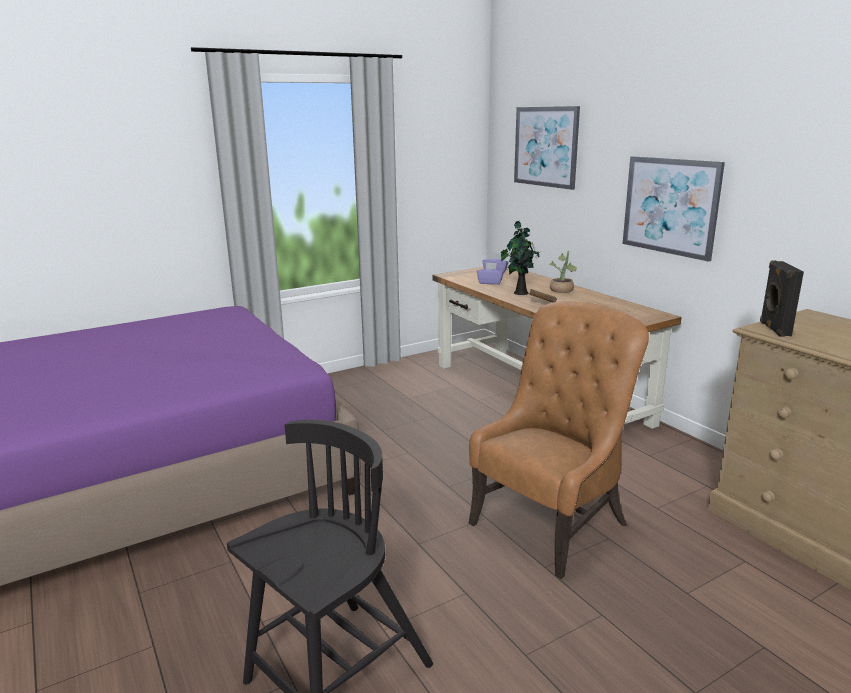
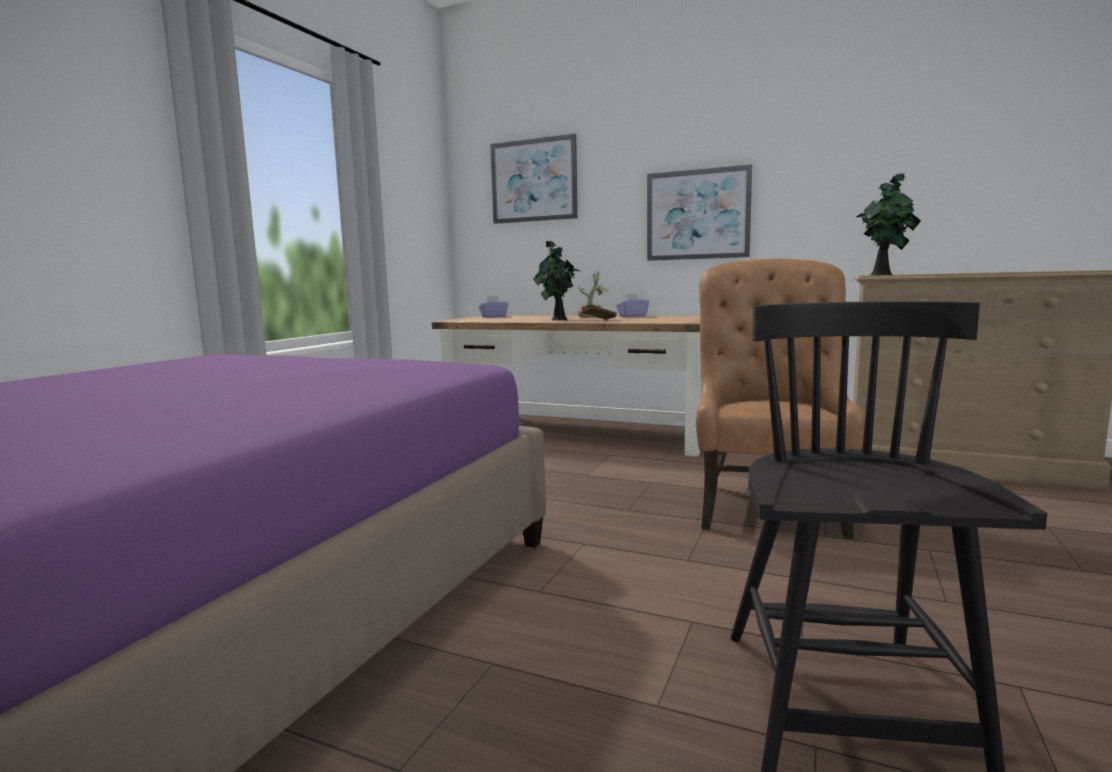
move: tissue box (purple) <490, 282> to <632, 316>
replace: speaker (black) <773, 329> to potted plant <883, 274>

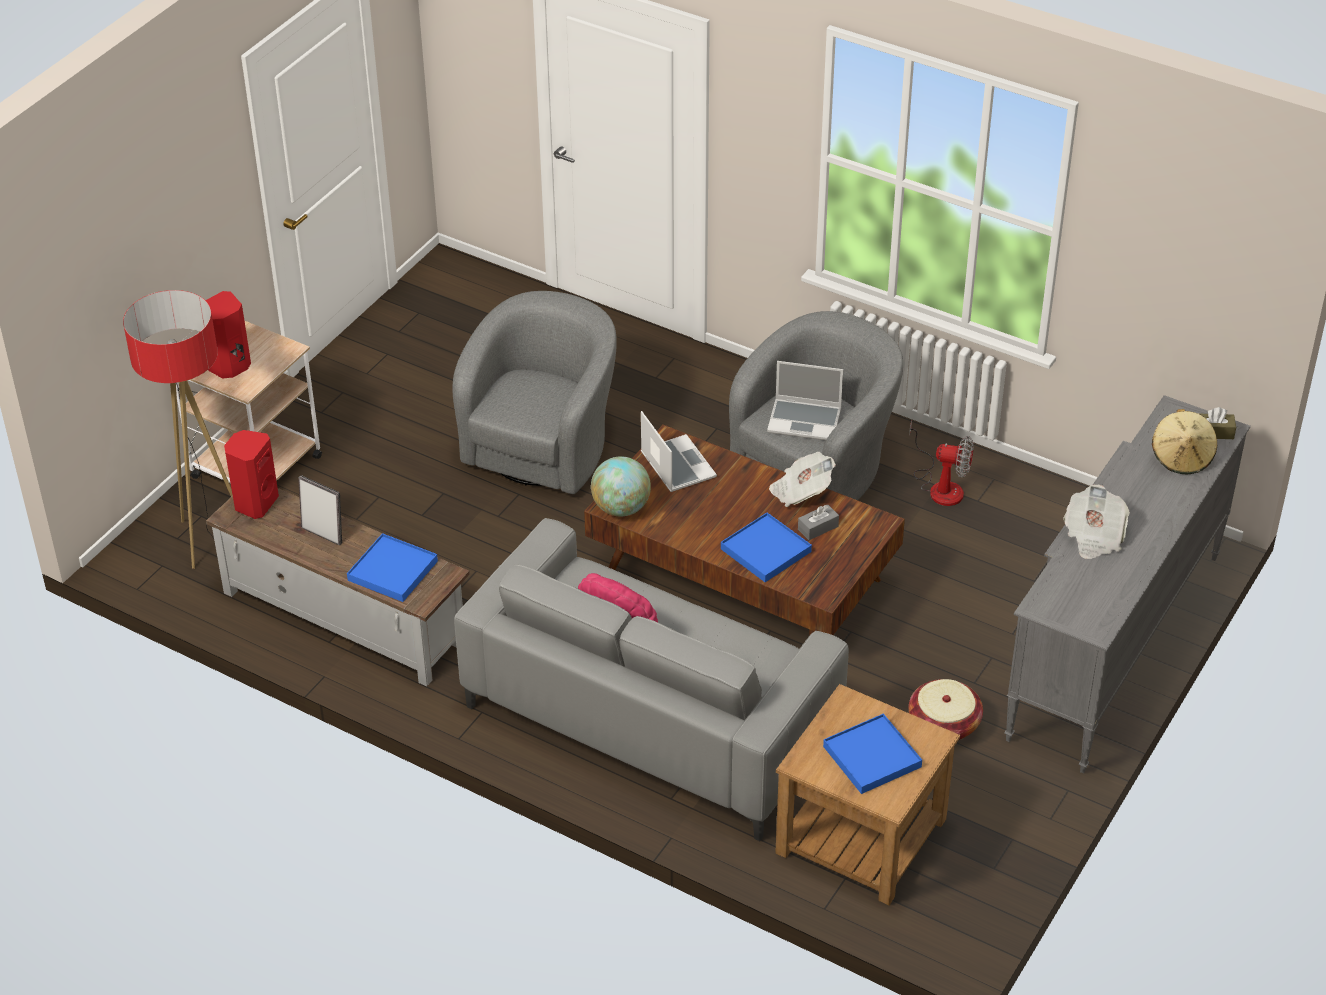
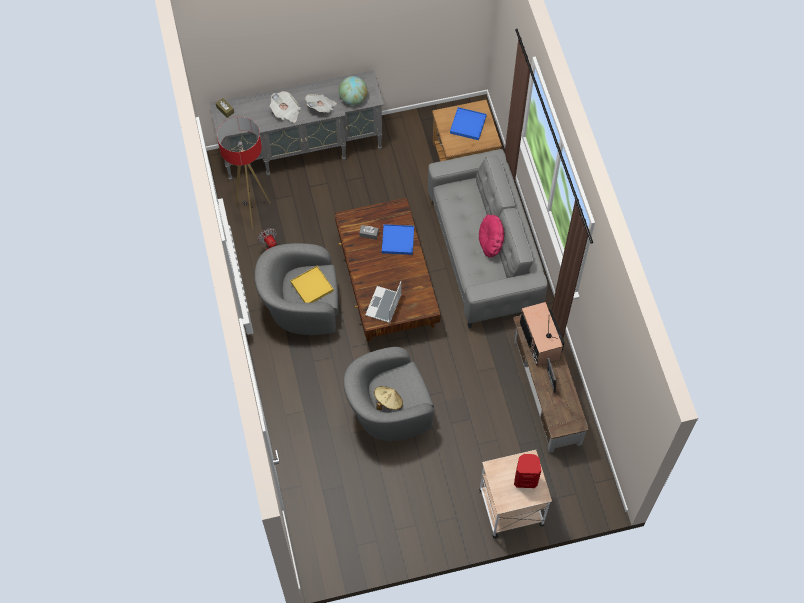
delete: speaker (red) <255, 503>; basket <944, 724>
move: floor lamp <208, 541> to <252, 212>; hat (beige) <1182, 457> to <388, 402>; newspaper <801, 491> to <286, 112>; globe <621, 508> to <353, 99>
replace: laptop <805, 420> to tray (yellow) <311, 286>; tray (blue) <392, 571> to television <541, 340>

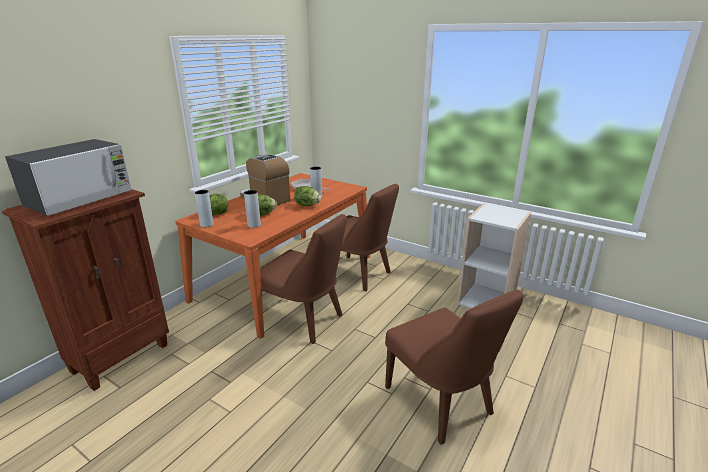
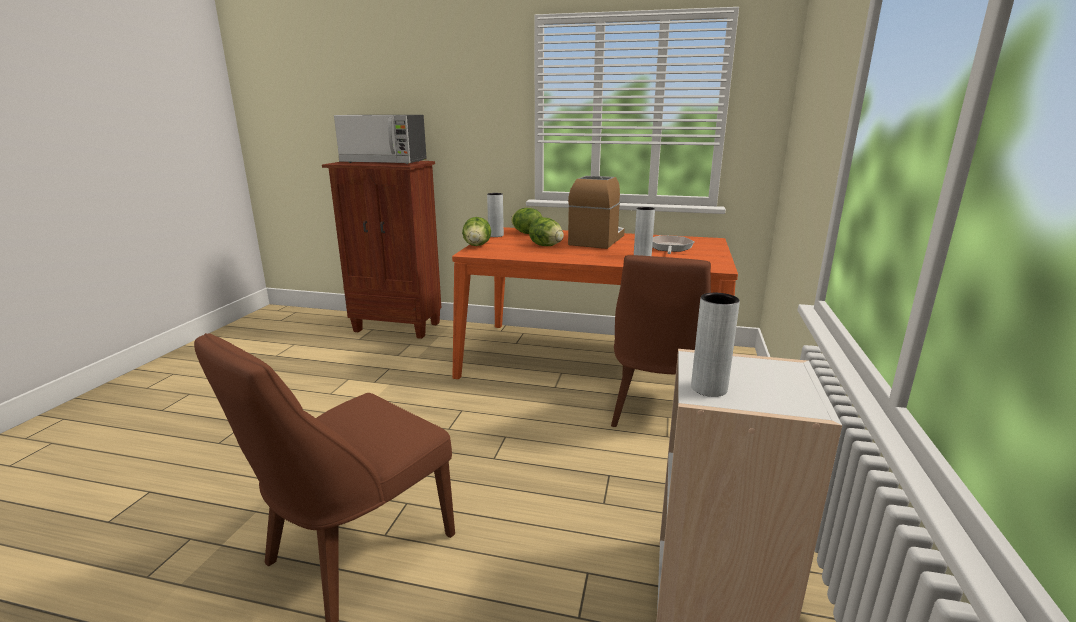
delete: chair (brown) <304, 320>
move: lettuce <307, 205> to <477, 245>; vase (grey) <254, 225> to <709, 388>

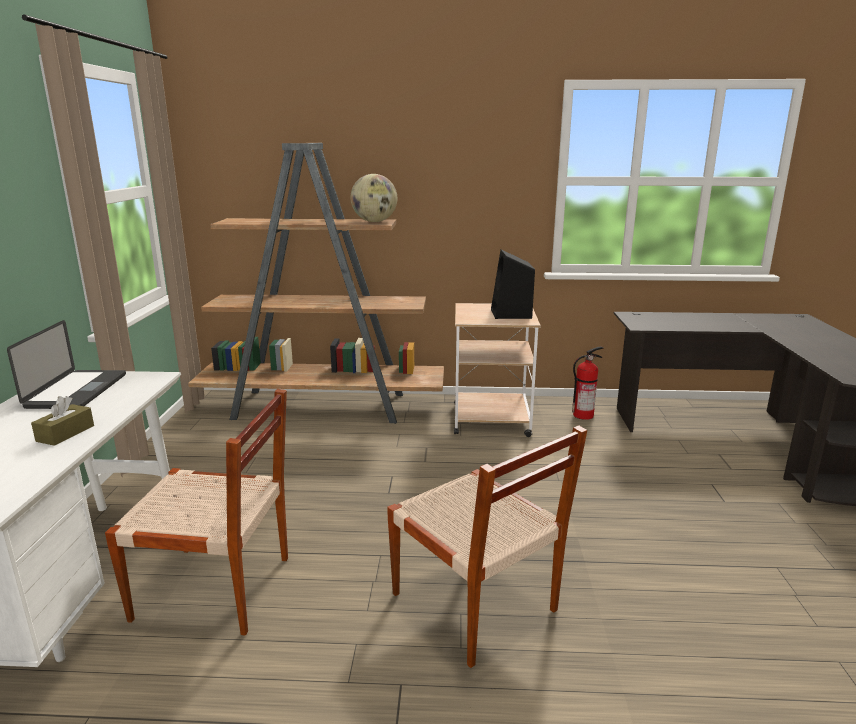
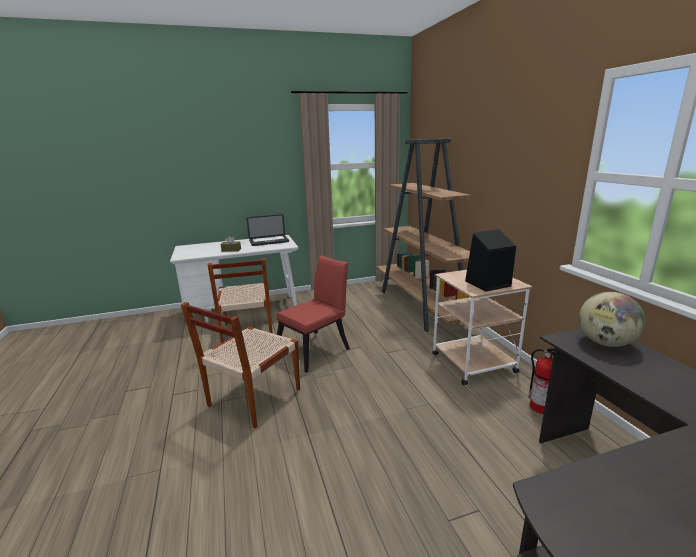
insert: chair (red) <316, 349>
move: globe <374, 221> to <605, 343>

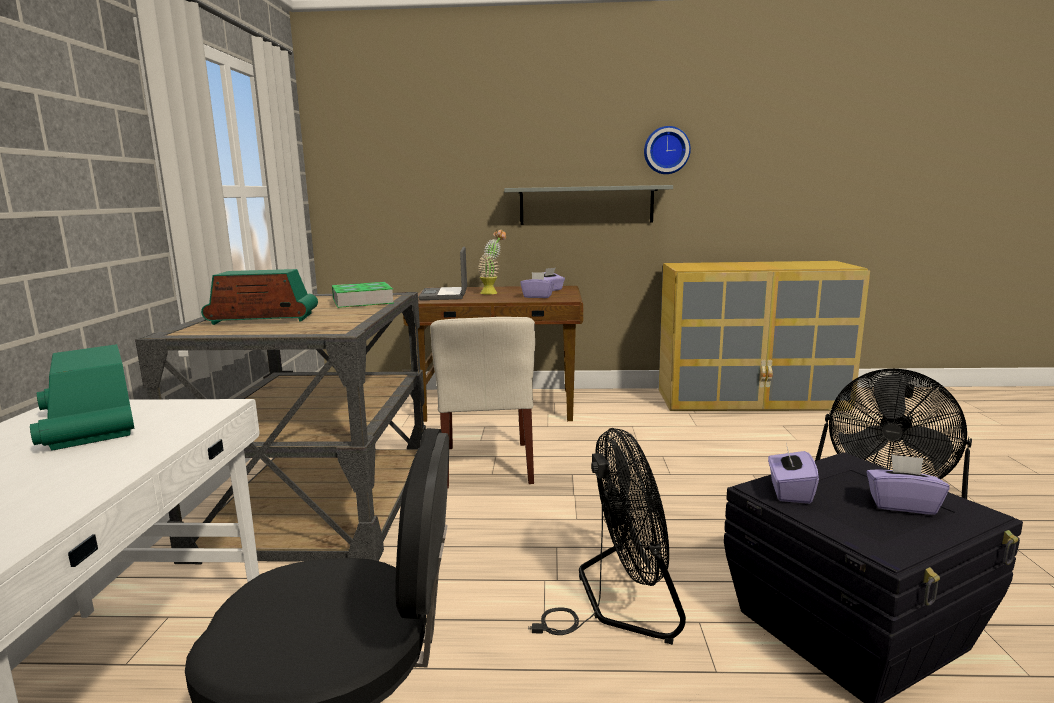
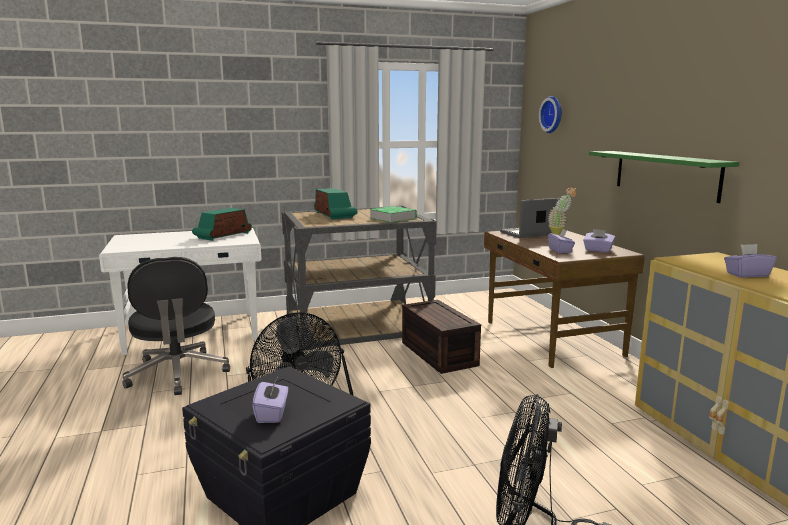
move: wall clock <666, 150> to <553, 114>; tissue box (purple) <789, 492> to <747, 274>
replace: chair (beige) <488, 465> to storage box (brown) <437, 353>
recolor: shelf (grey) <586, 205> to shelf (green) <665, 174>

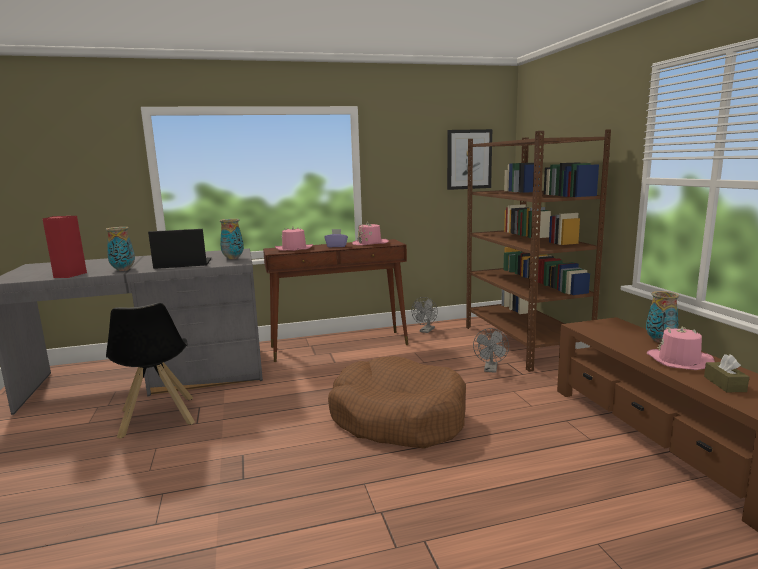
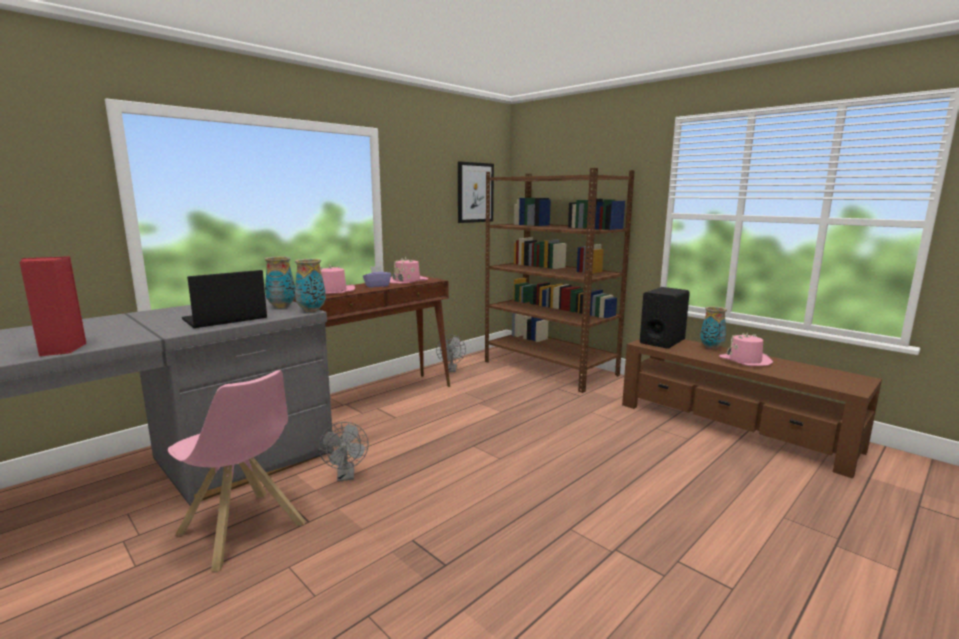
delete: tissue box (brown) <724, 384>; dog bed (brown) <398, 417>
insert: speaker (black) <662, 341>
move: vase <123, 270> to <311, 310>; fan (grey) <491, 370> to <346, 476>
recolor: chair (black) <157, 418> to chair (pink) <243, 530>

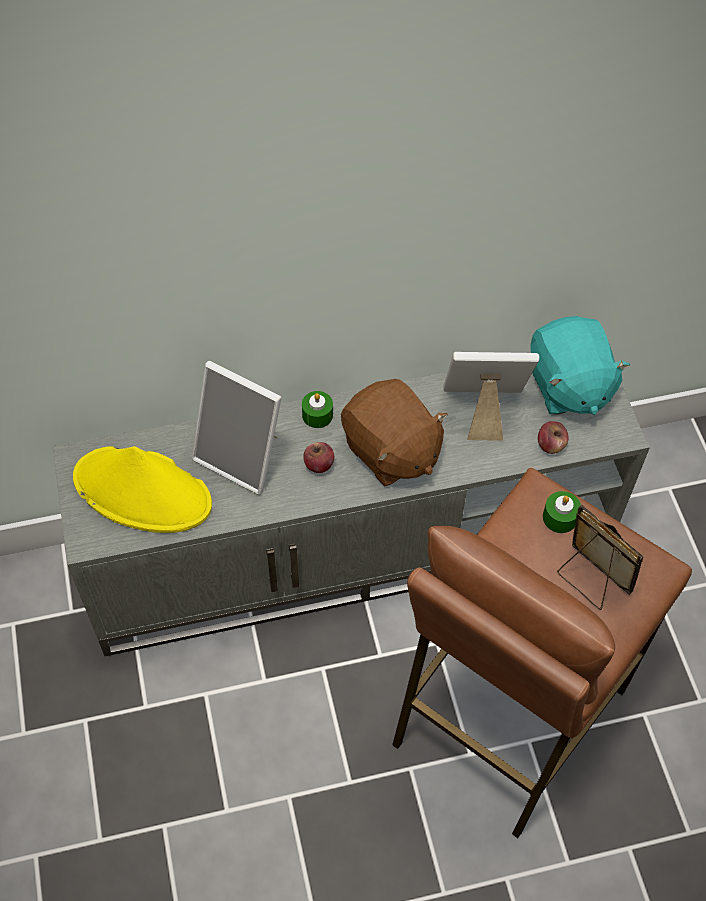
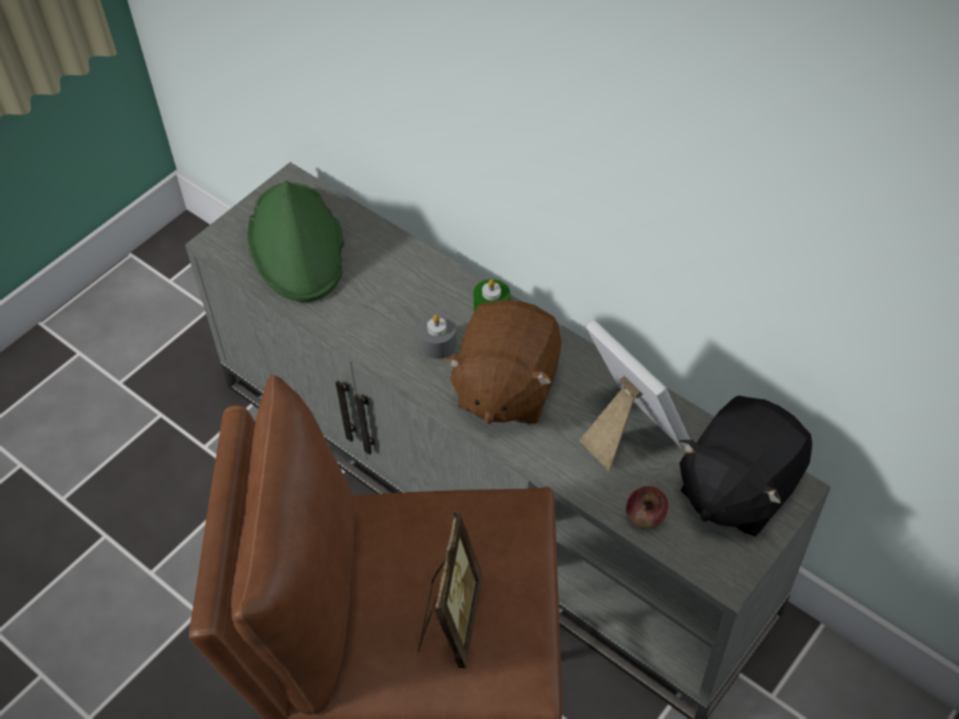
delete: picture frame <243, 456>; candle (green) <560, 517>
replace: apple <319, 464> to candle (grey) <438, 344>
recolor: plush toy (turquoise) <568, 386> to plush toy (black) <736, 488>; hat (yellow) <143, 491> to hat (green) <297, 244>

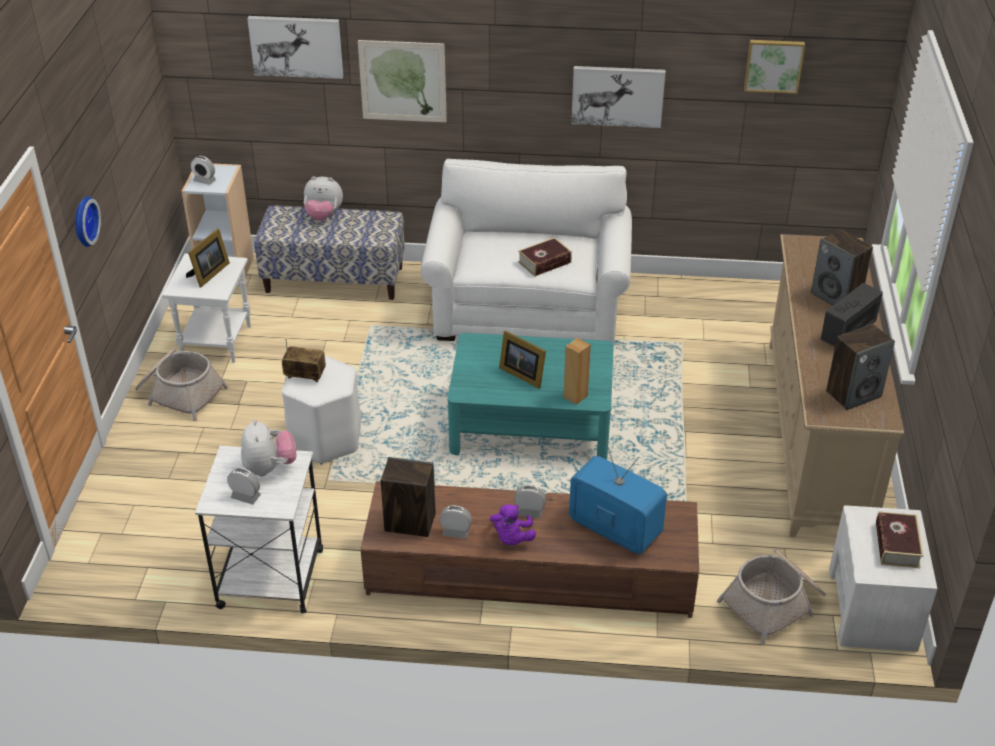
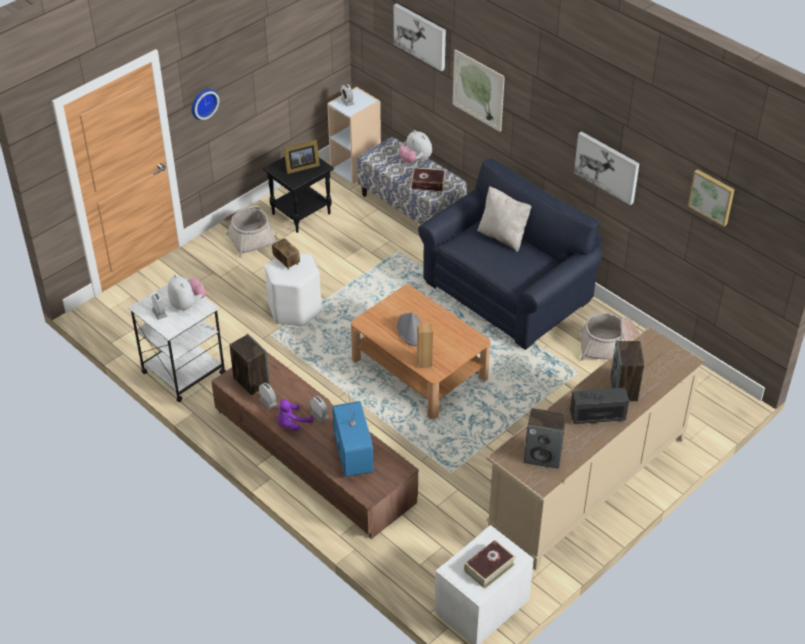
insert: pillow (beige) <503, 236>
move: book <544, 262> to <428, 183>; basket <774, 603> to <610, 348>
replace: picture frame <522, 374> to hat (grey) <411, 330>
recolor: sofa (white) <529, 309> to sofa (blue) <507, 293>; side table (white) <215, 341> to side table (black) <301, 213>; coffee table (turquoise) <531, 423> to coffee table (brown) <419, 368>
rotate: plush toy <269, 468> = <187, 304> 60 degrees counterclockwise

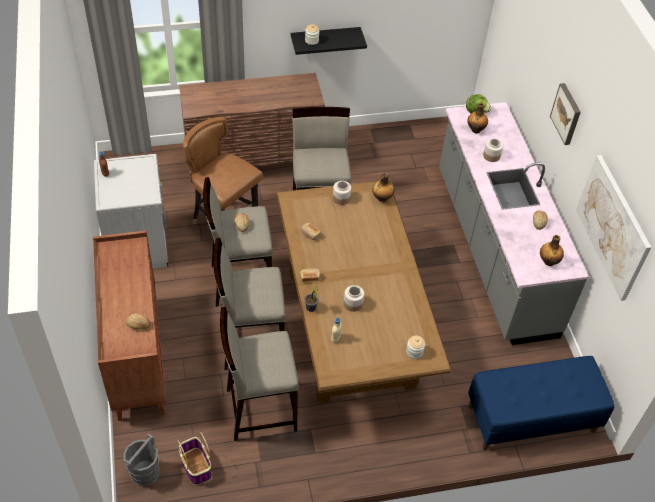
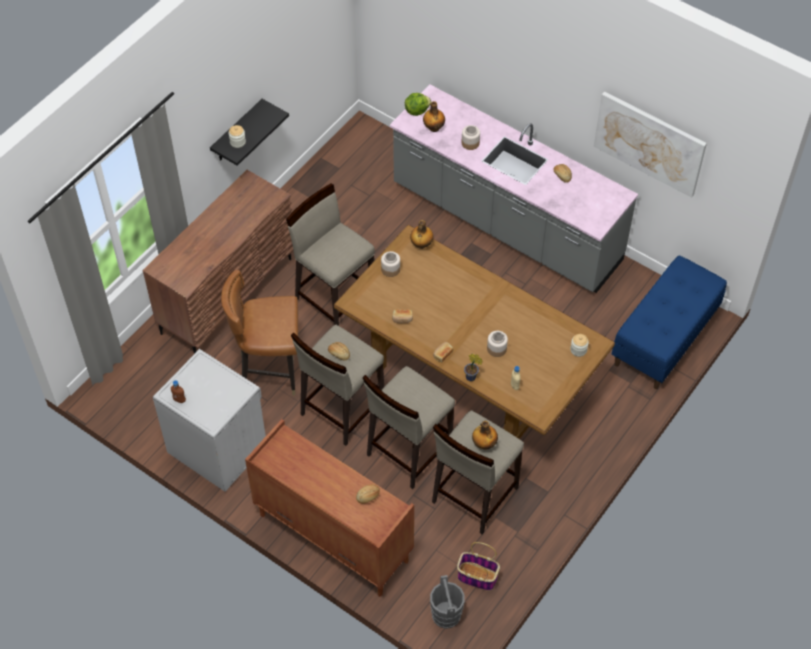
delete: picture <567, 114>
move: bottle <548, 261> to <484, 444>

